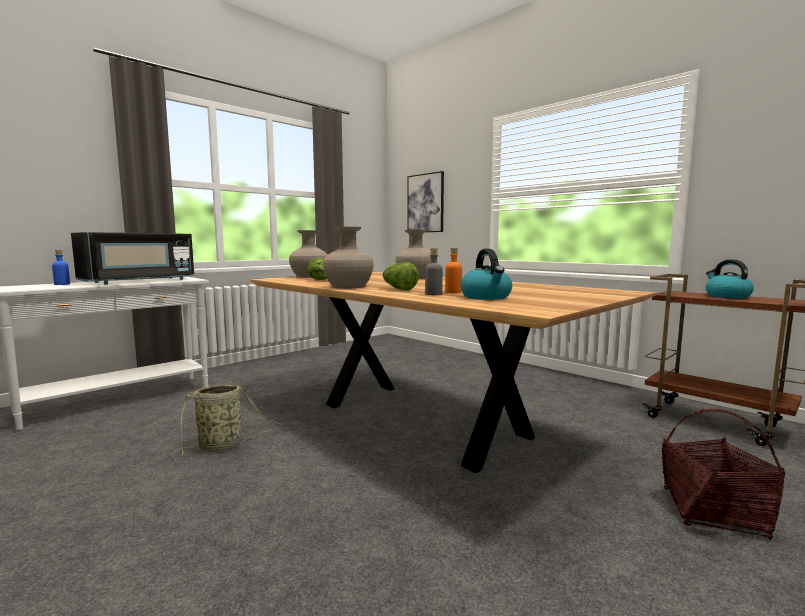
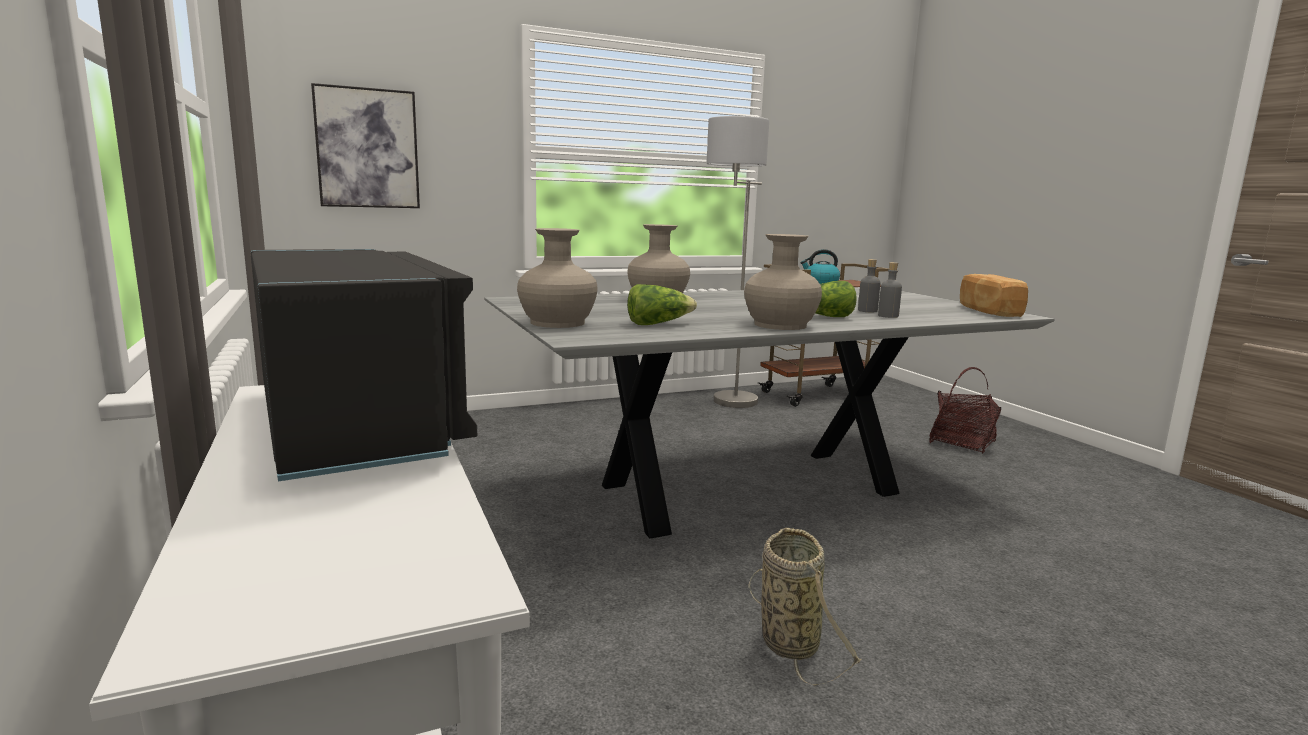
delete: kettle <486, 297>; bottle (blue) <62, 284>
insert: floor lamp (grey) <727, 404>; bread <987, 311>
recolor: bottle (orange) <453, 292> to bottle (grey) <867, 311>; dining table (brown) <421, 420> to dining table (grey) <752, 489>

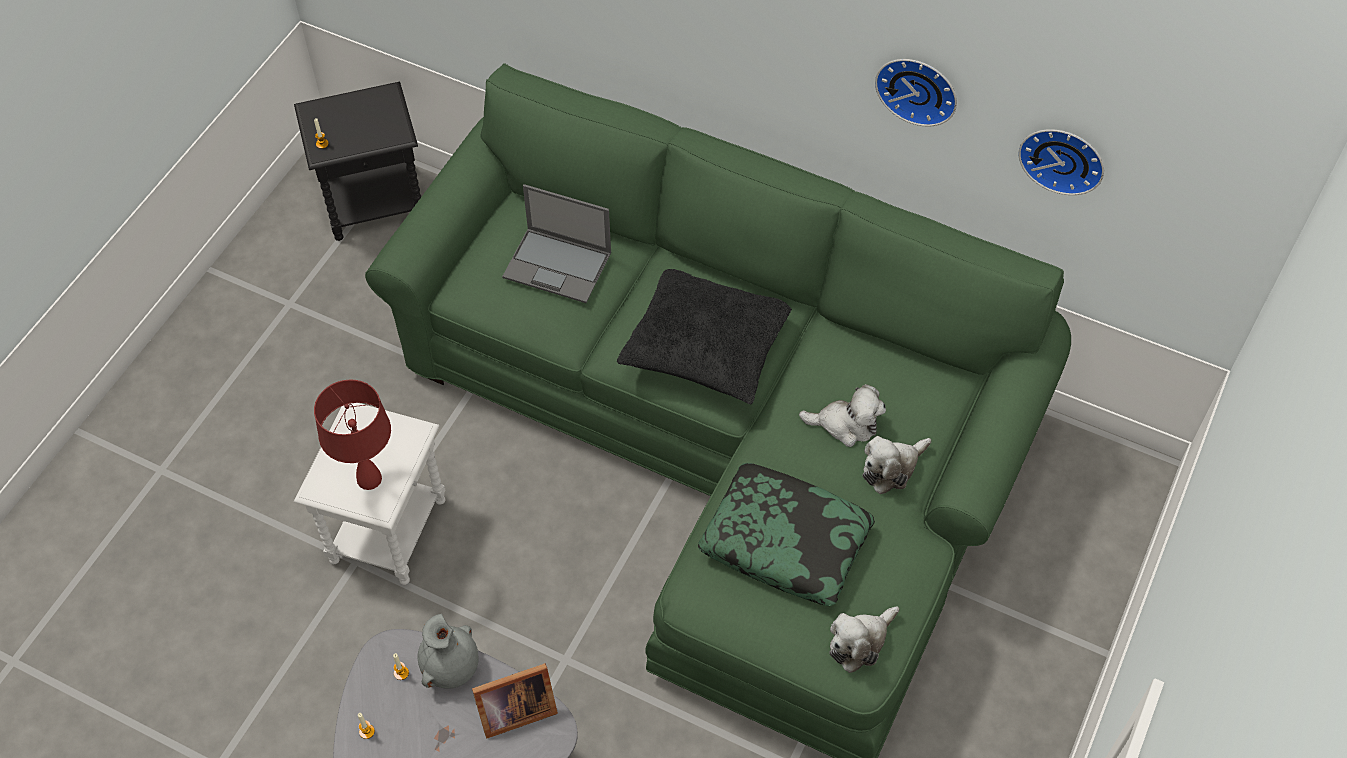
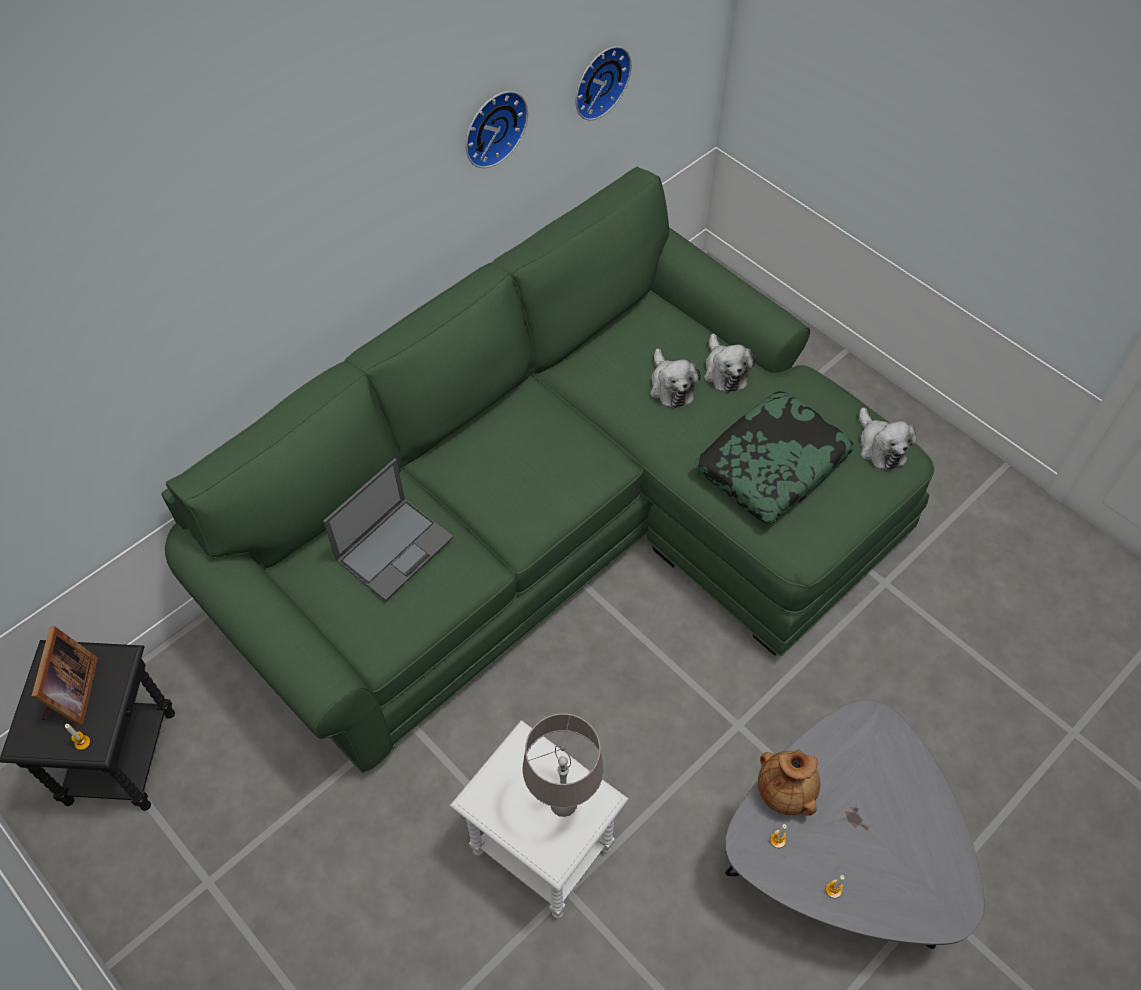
delete: pillow (black) <706, 348>
move: picture frame <513, 711> to <71, 694>
recolor: table lamp (red) <368, 479> to table lamp (beige) <563, 804>; vase (grey) <452, 668> to vase (brown) <785, 791>
rotate: plush toy <846, 424> = <670, 386> 135 degrees clockwise

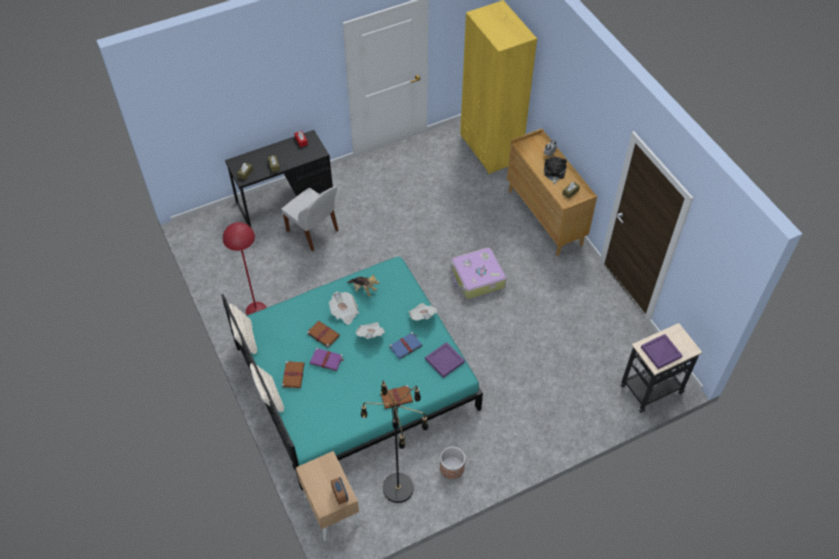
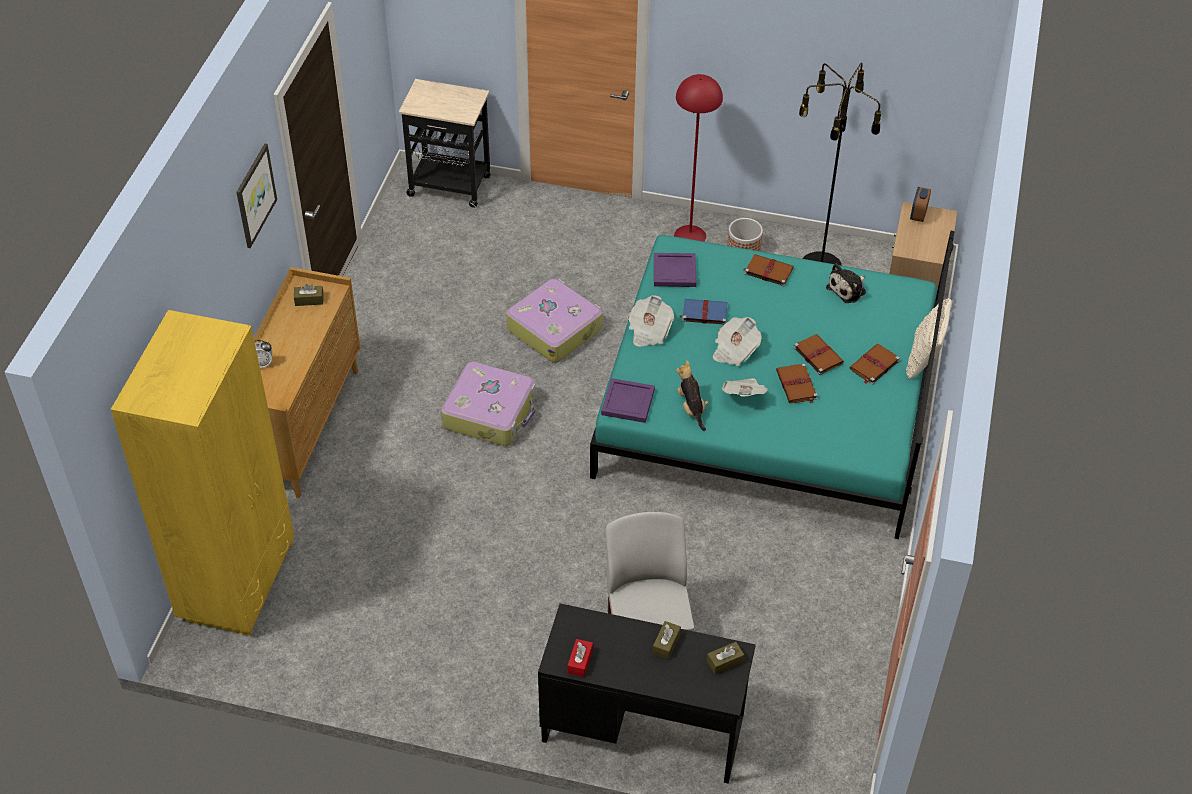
delete: pillow (beige) <245, 339>
insert: picture <255, 195>; suitcase <555, 328>
move: plush toy <554, 173> to <848, 289>; floor lamp (red) <256, 310> to <690, 236>; tray (purple) <661, 353> to <628, 402>
recolor: book (purple) <327, 360> to book (brown) <817, 355>

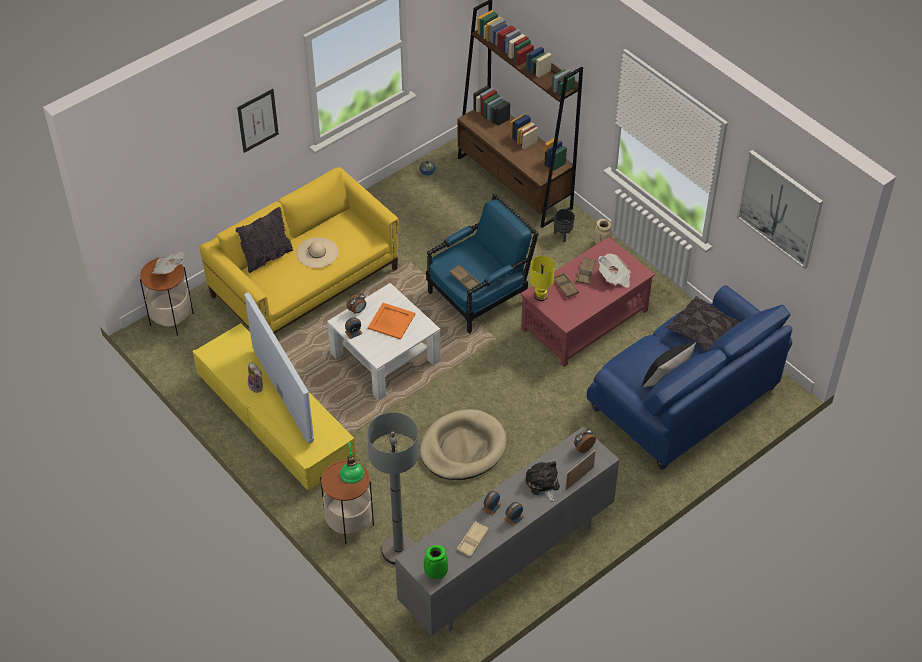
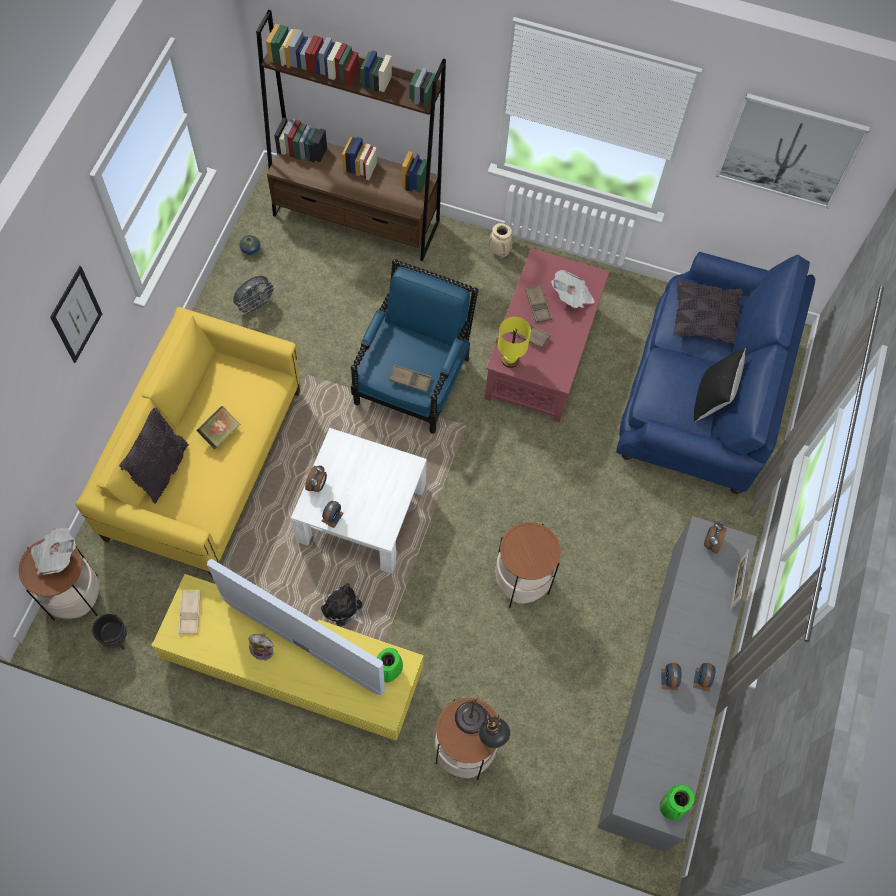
delete: tray (orange) <392, 321>; floor lamp (grey) <398, 550>
insert: fan (grey) <256, 306>; vase (green) <389, 672>
move: planter (black) <563, 235> to <117, 639>; plush toy <543, 484> to <343, 609>; tray (beige) <472, 541> to <190, 613>
replace: hat (beige) <317, 252> to book <220, 433>; dog bed (beige) <462, 448> to side table <521, 582>
recolor: table lamp (green) <353, 482> to table lamp (grey) <480, 728>

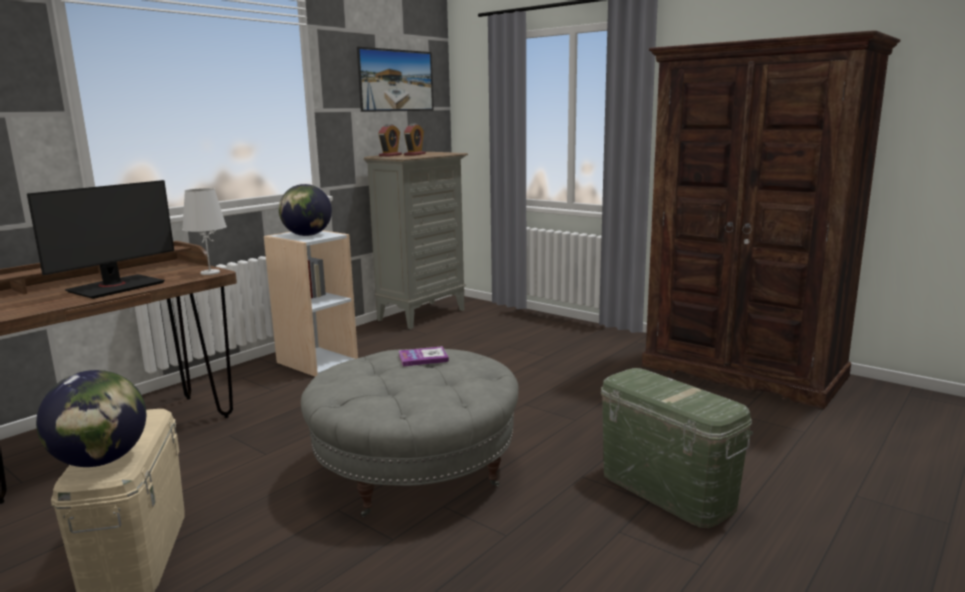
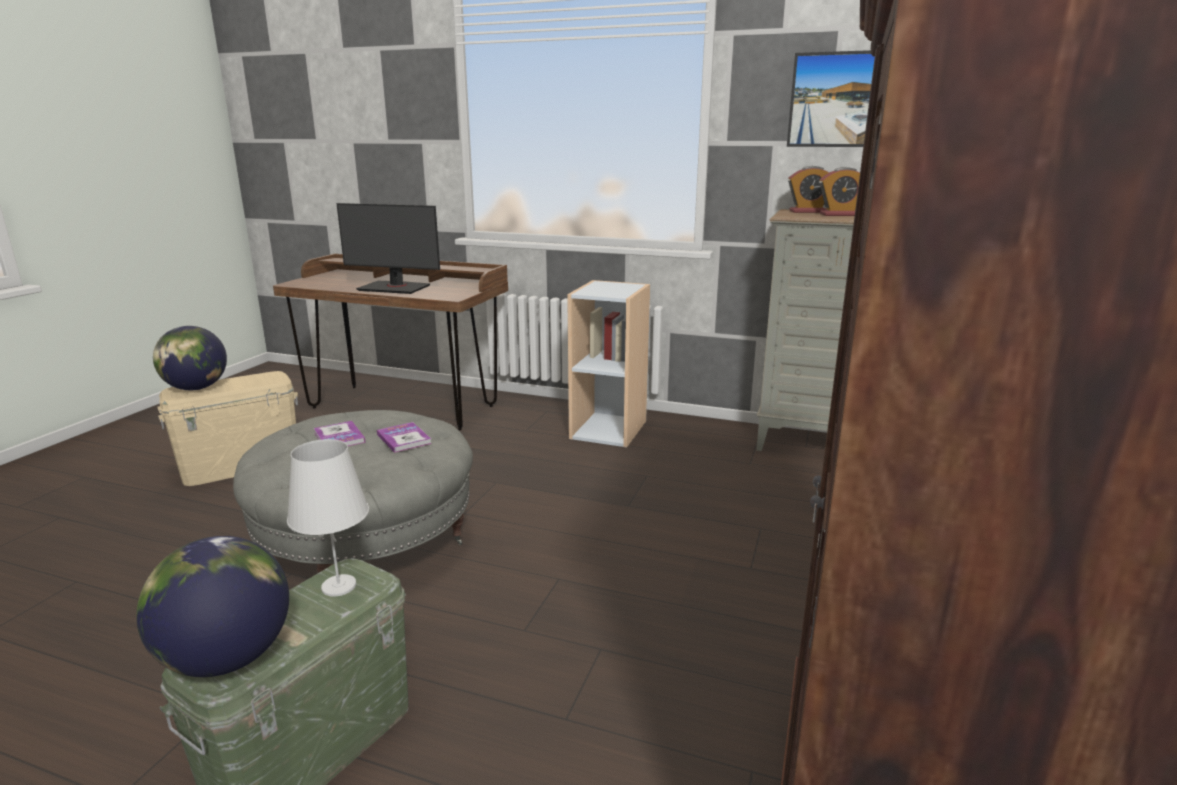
insert: book <339, 437>
move: globe <307, 235> to <227, 658>; table lamp (white) <209, 272> to <338, 586>

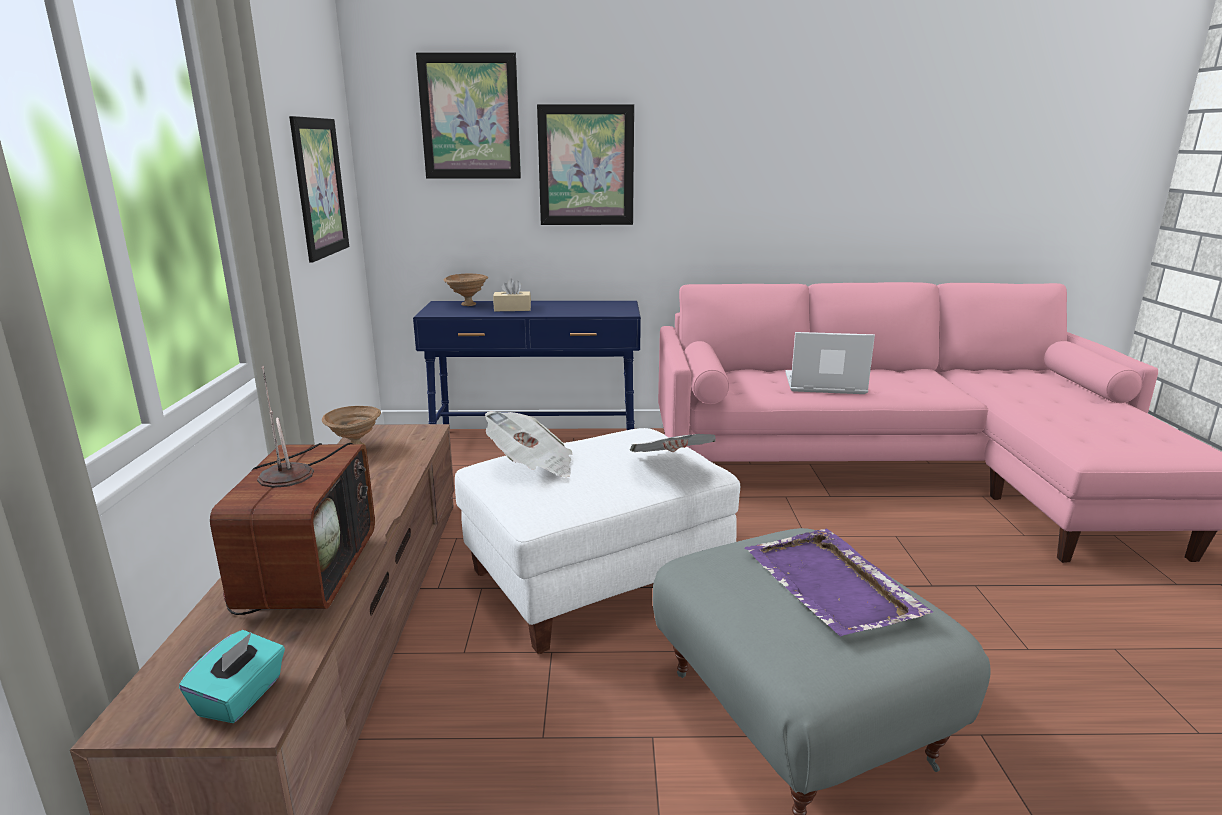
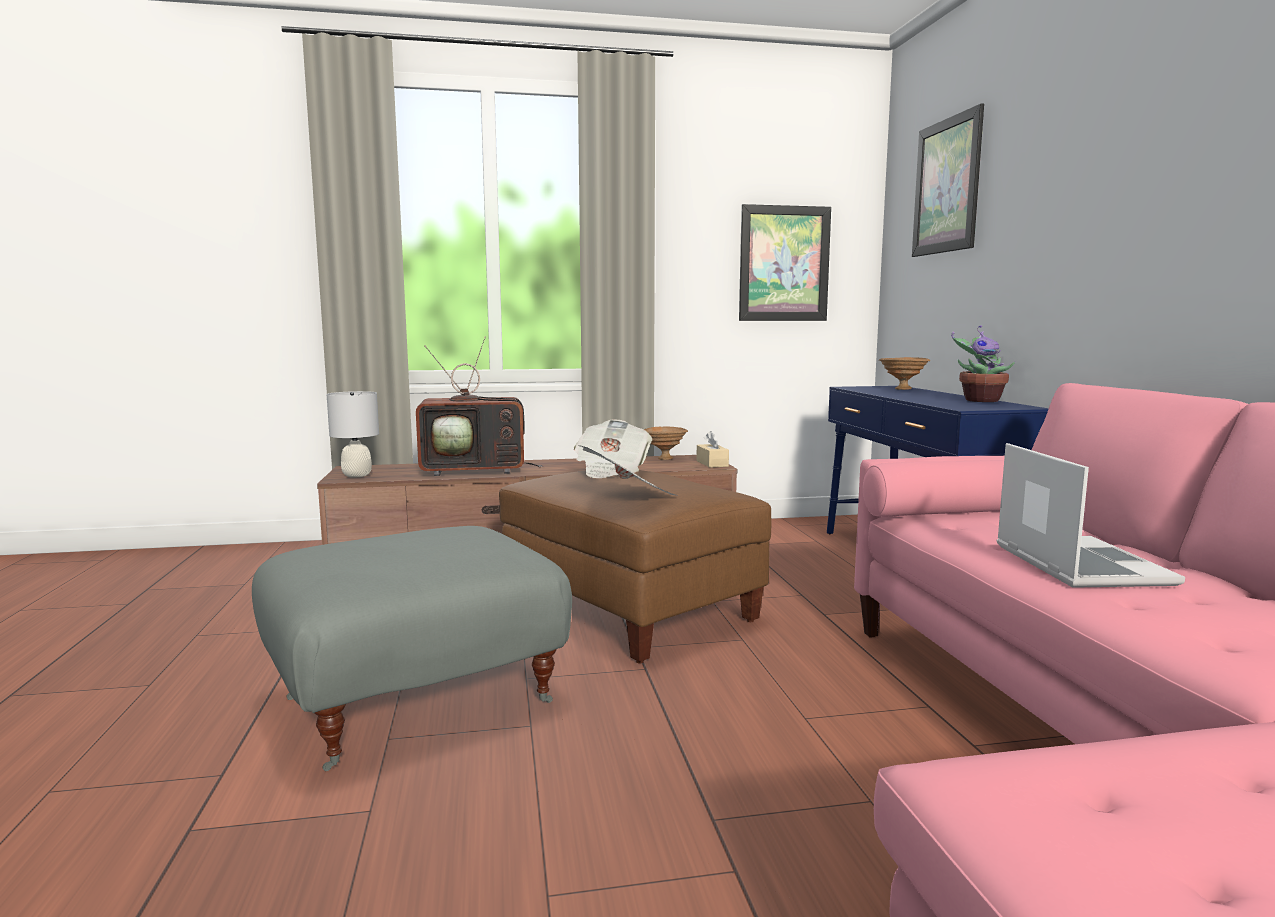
delete: picture <586, 166>; tray (purple) <831, 586>
insert: potted plant <980, 400>
move: tissue box (beige) <512, 309> to <712, 463>
replace: tissue box (turquoise) <241, 697> to table lamp (grey) <358, 476>
recolor: ottoman (white) <596, 581> to ottoman (brown) <630, 610>

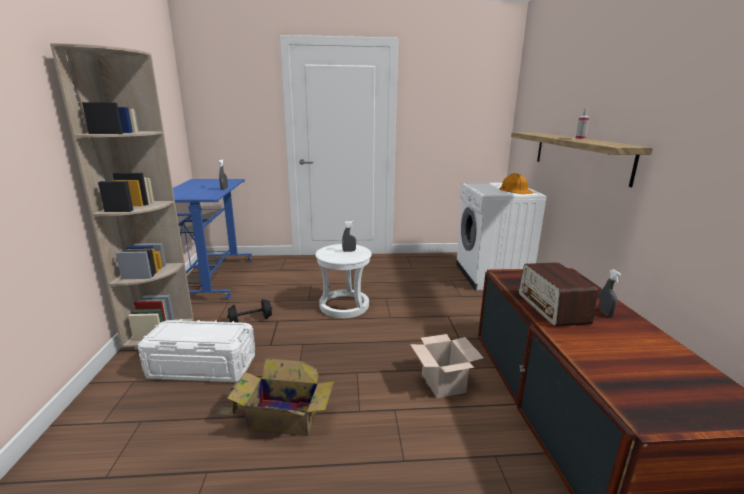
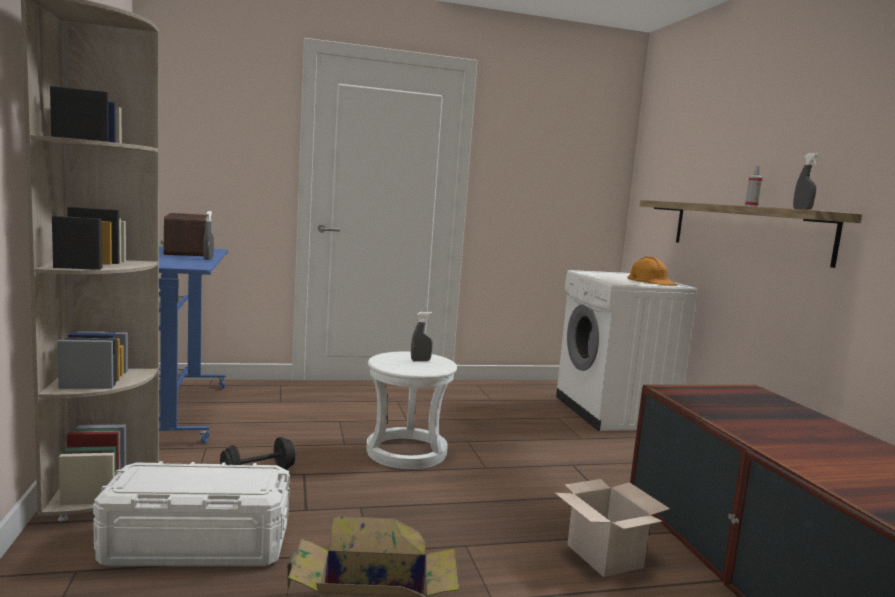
move: radio <552, 308> to <186, 251>; spray bottle (grey) <605, 313> to <802, 209>

